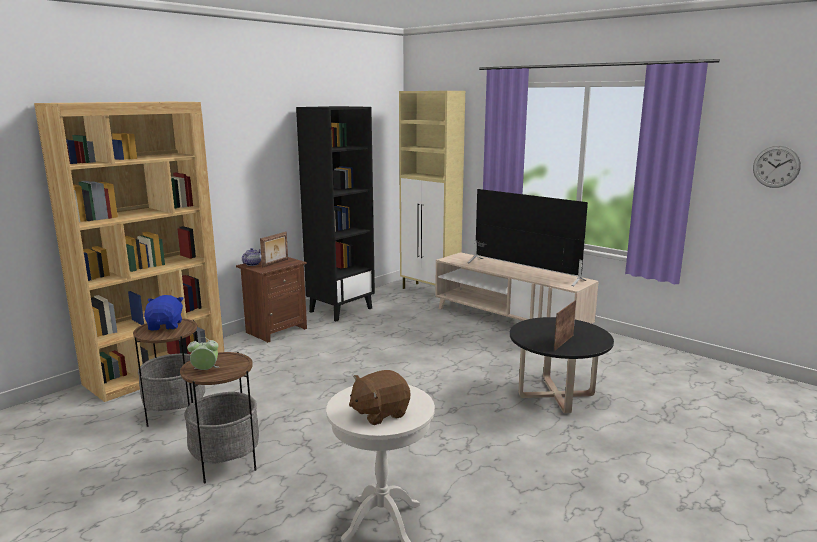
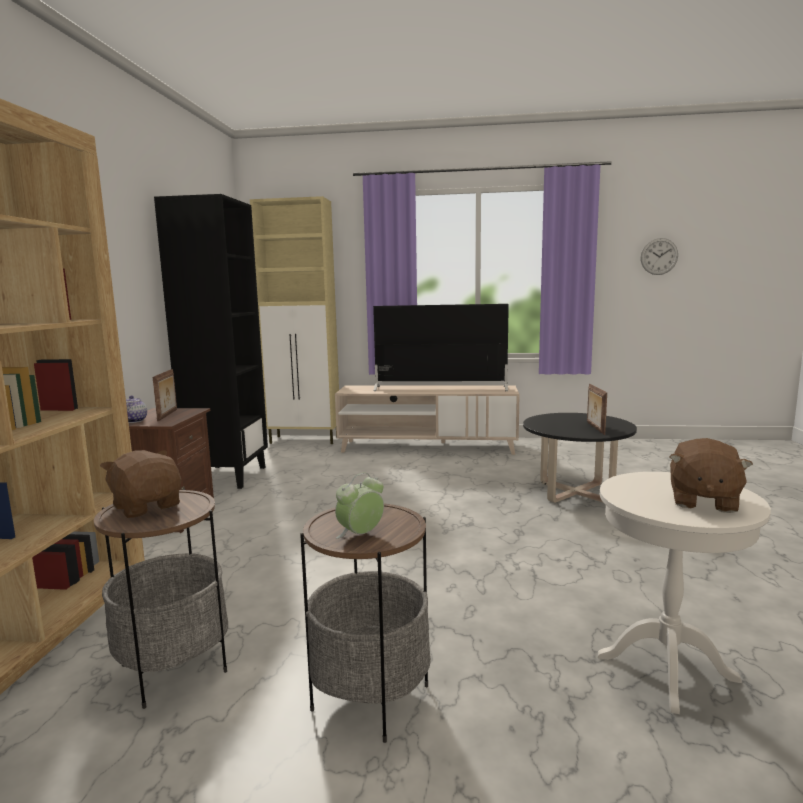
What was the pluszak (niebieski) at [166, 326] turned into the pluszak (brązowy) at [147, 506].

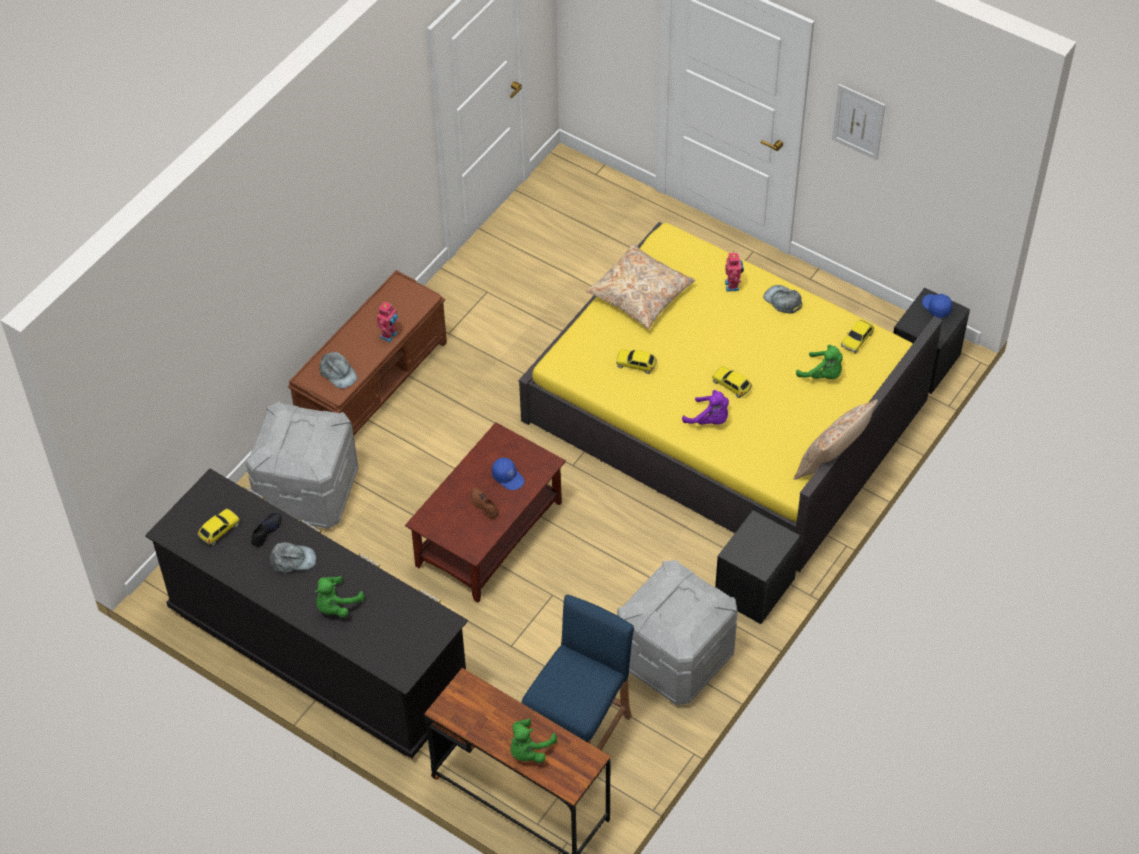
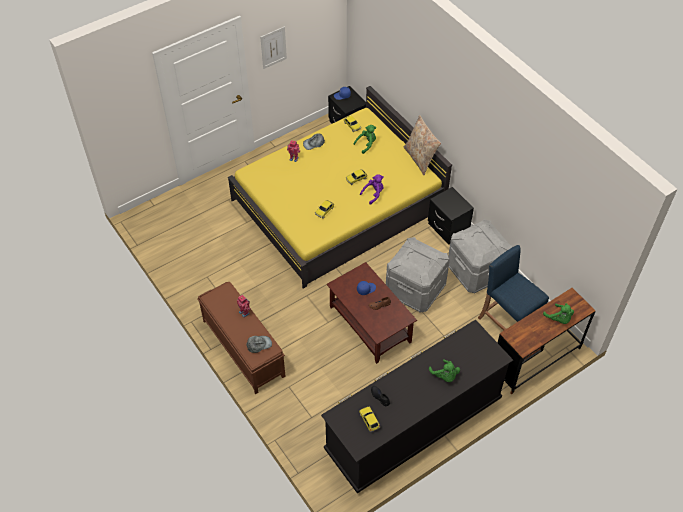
The pojemnik do przechowywania (szary) ended up elsewhere, having gone from [307, 492] to [414, 290].
The second view lost the czapka z daszkiem (szary) at [292, 560].
The second view lost the poduszka (beżowy) at [640, 294].

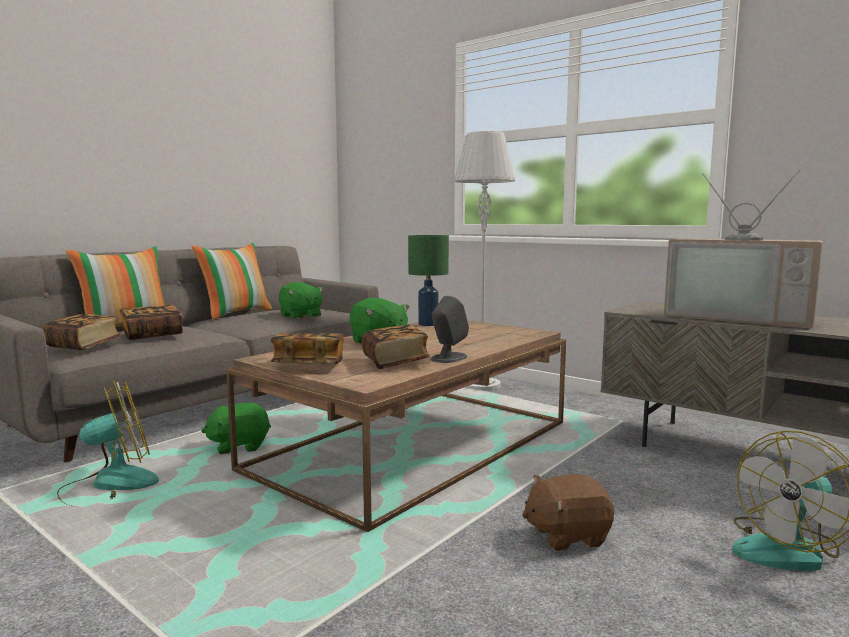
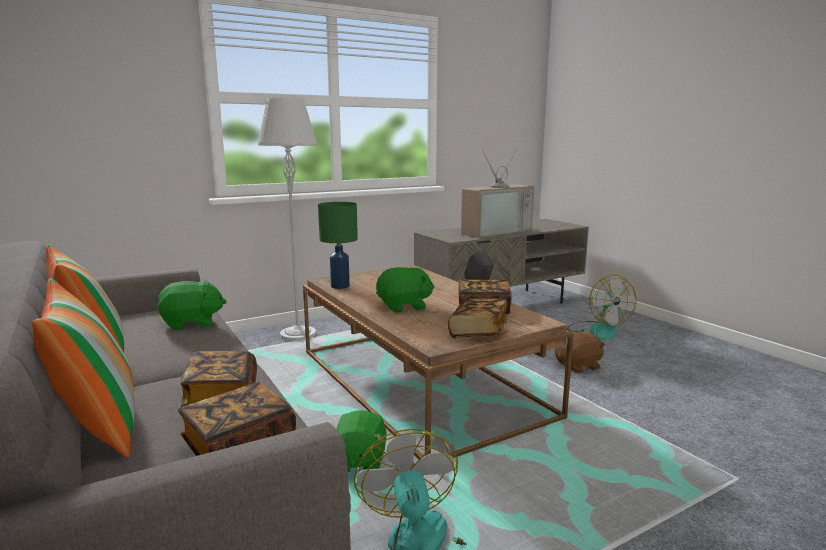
The pluszak (brązowy) at [566, 535] ended up facing another way, 120 degrees counterclockwise from before.

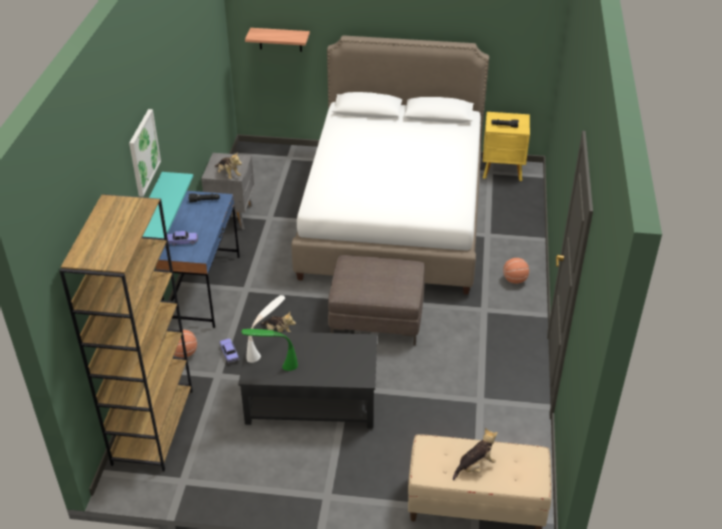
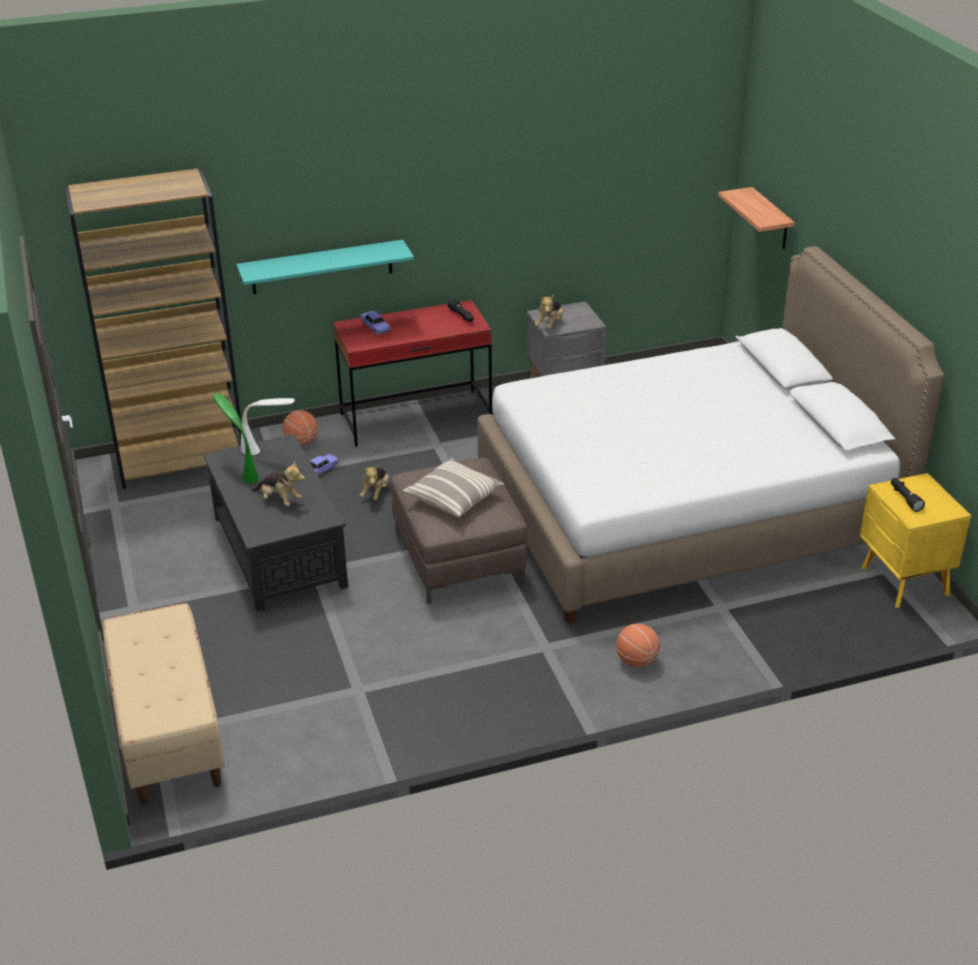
The pluszak ended up elsewhere, having gone from [475, 466] to [279, 500].
What was the biurko (niebieski) at [204, 289] turned into the biurko (czerwony) at [416, 418].
The second view gained the poduszka at [454, 498].
The second view lost the obraz at [143, 152].

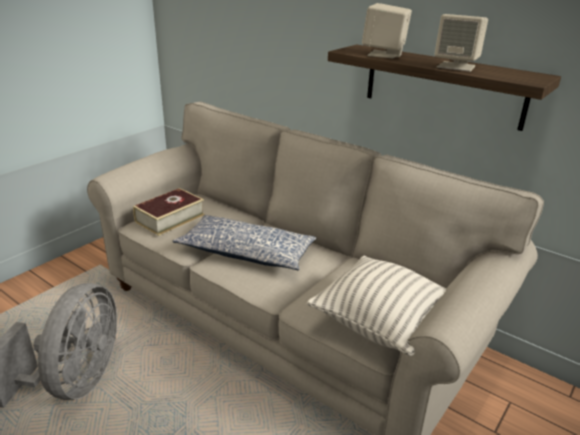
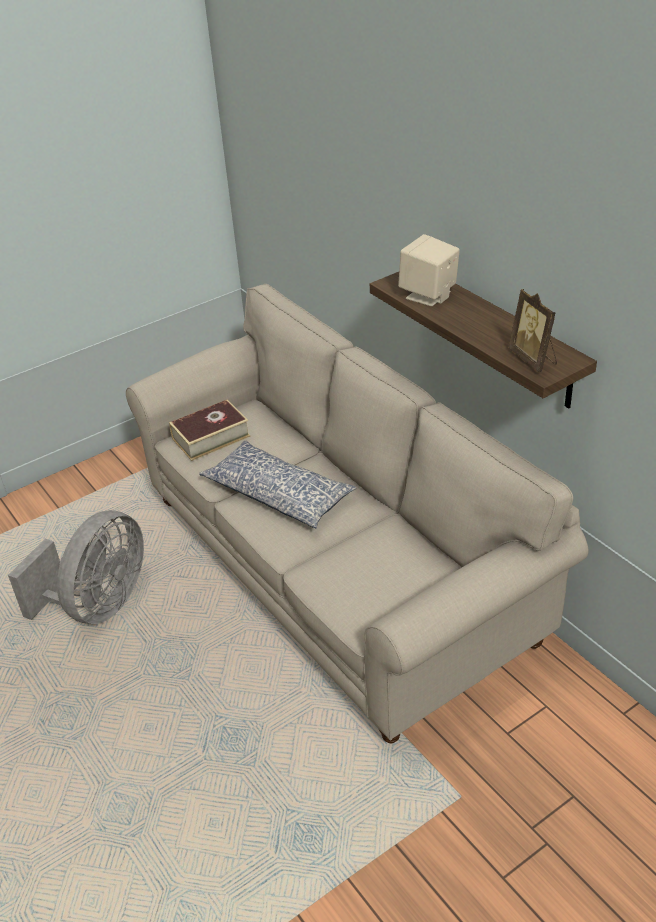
The second view gained the ramka na zdjęcie at [534, 359].
The second view lost the poduszka at [380, 324].
The second view lost the głośnik (beżowy) at [456, 66].

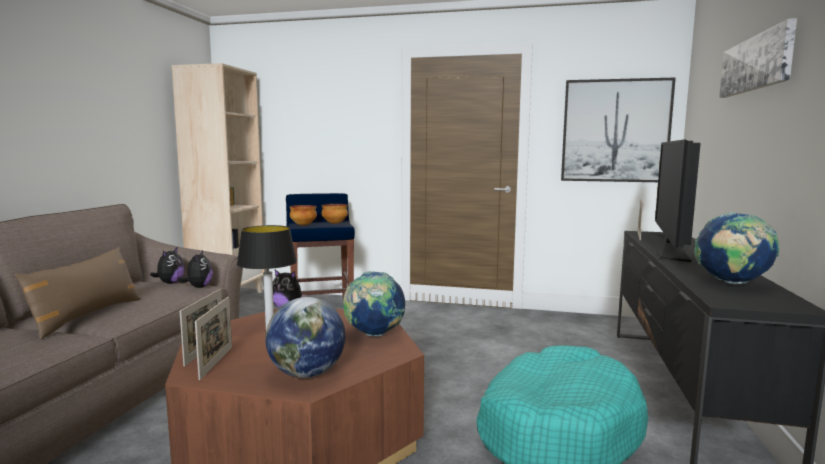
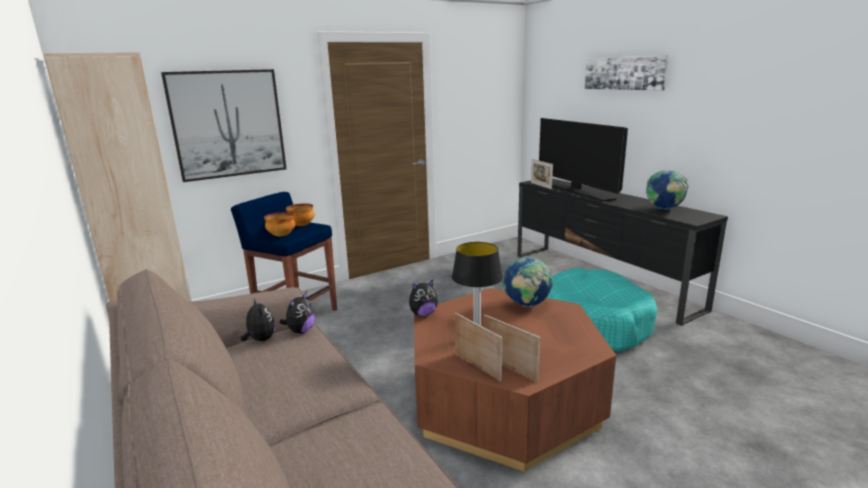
The obraz ended up elsewhere, having gone from [615, 131] to [228, 124].
The pluszak at [198, 287] ended up facing another way, 75 degrees clockwise from before.
The second view lost the poduszka (brązowy) at [87, 316].
The second view lost the globus at [306, 374].

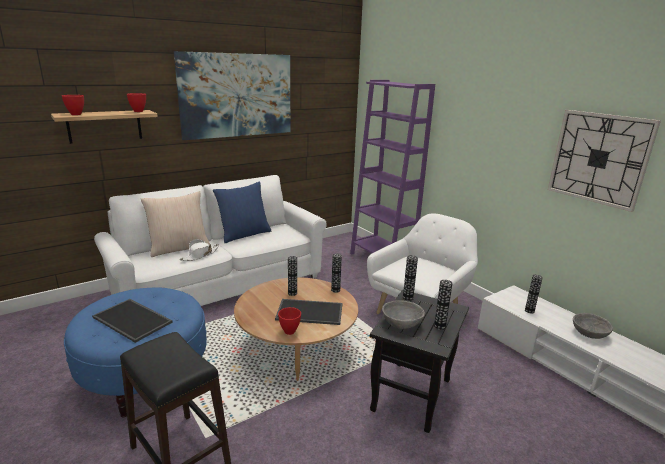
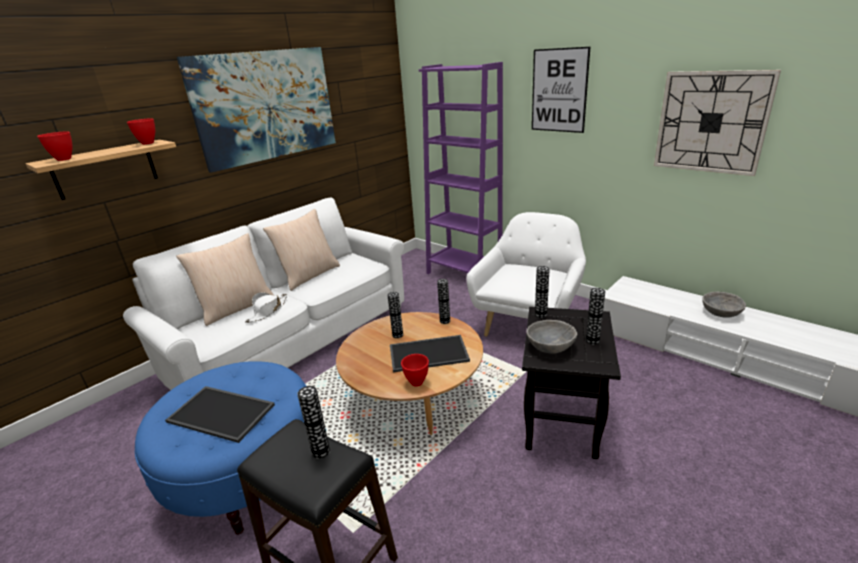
What was the poduszka (niebieski) at [244, 234] turned into the poduszka (beżowy) at [309, 275].
The wazon ended up elsewhere, having gone from [529, 311] to [321, 451].
The second view gained the obraz at [559, 91].

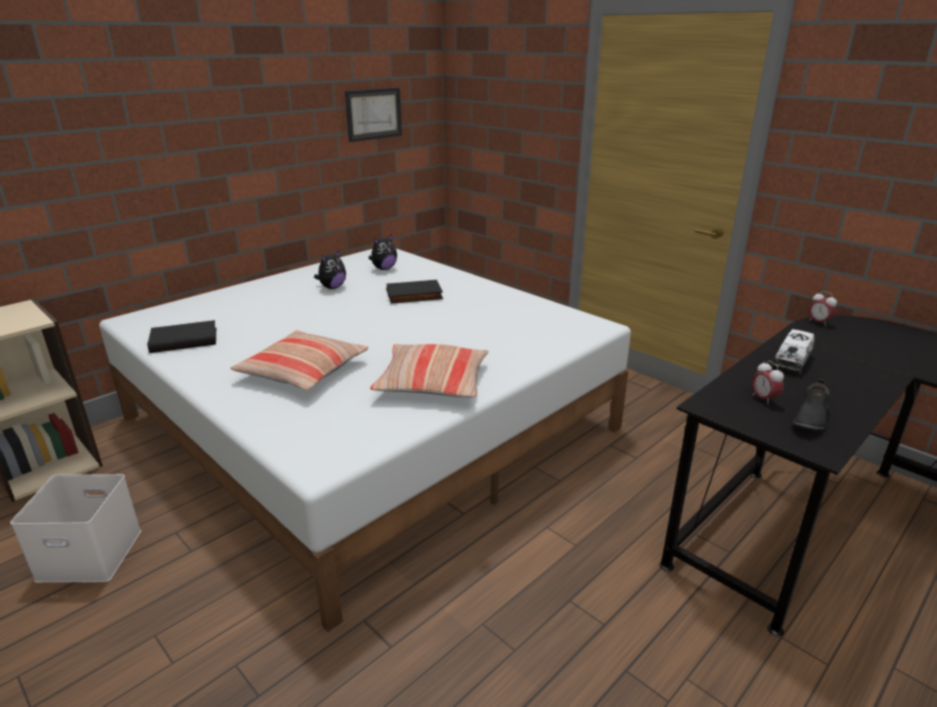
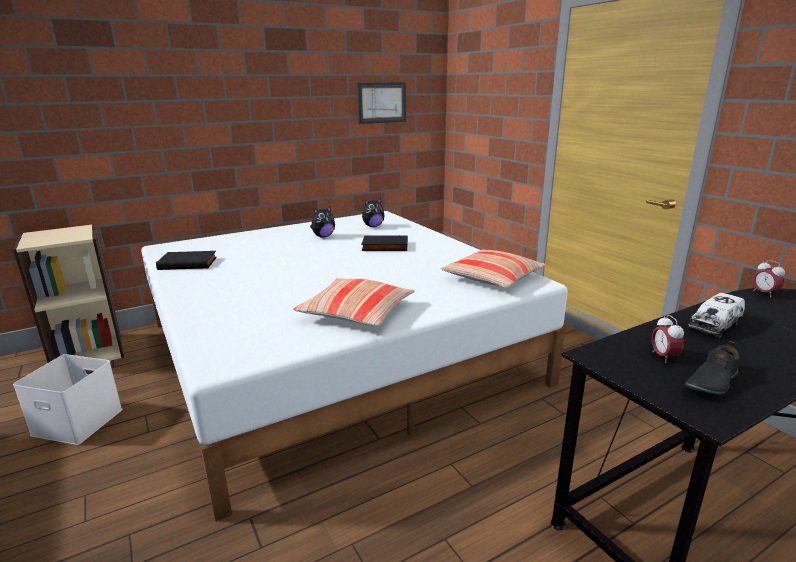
The poduszka ended up elsewhere, having gone from [303, 371] to [492, 278].

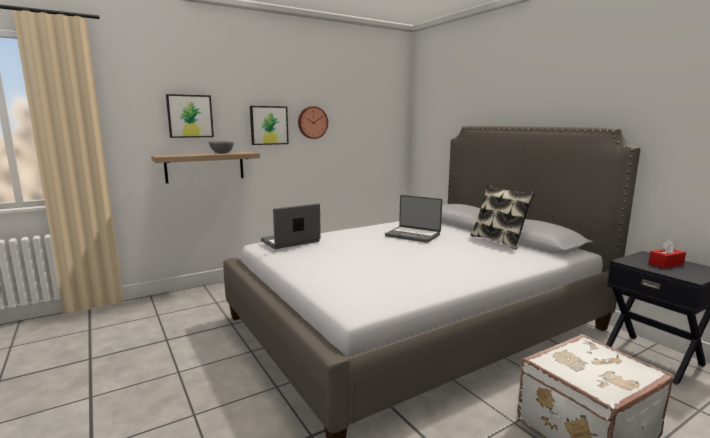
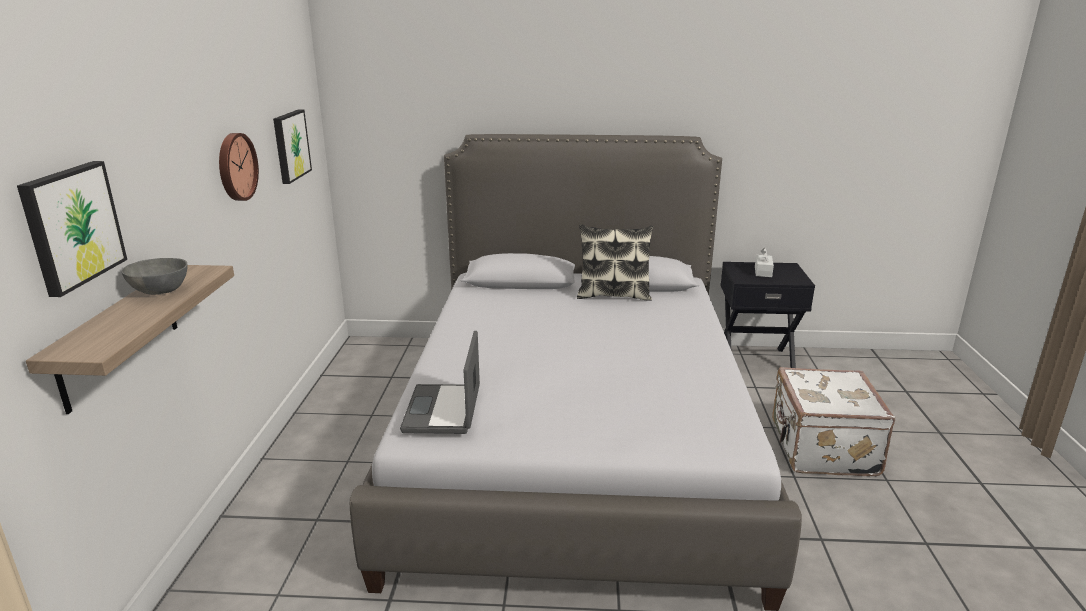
The obraz ended up elsewhere, having gone from [268, 125] to [290, 145].
What was the pudełko chusteczek (czerwony) at [665, 264] turned into the pudełko chusteczek (biały) at [763, 271].
The second view lost the laptop at [413, 235].

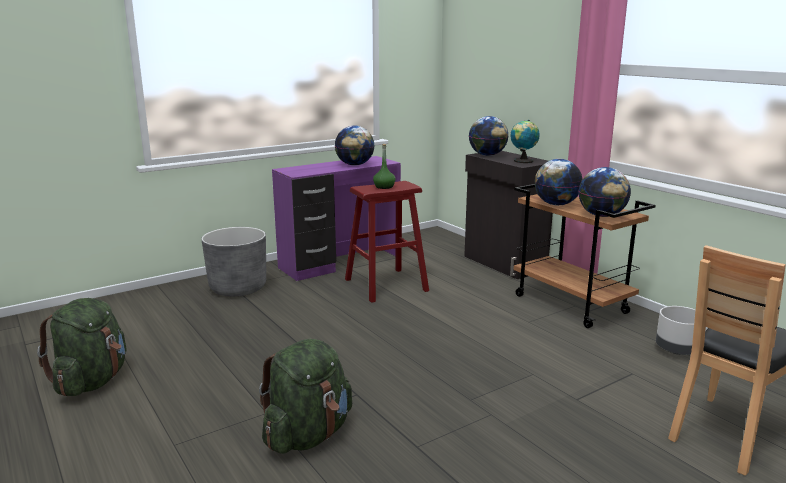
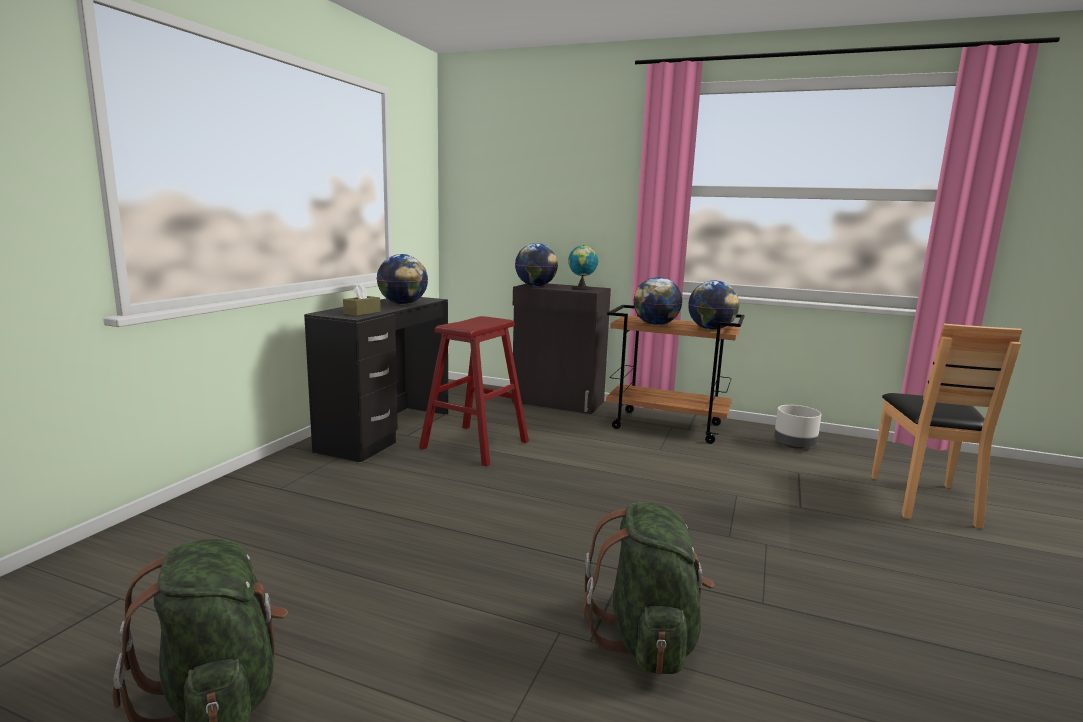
What was the biurko (fioletowy) at [341, 263] turned into the biurko (czarny) at [388, 432].
The second view gained the pudełko chusteczek (brązowy) at [362, 312].
The second view lost the donica (szary) at [238, 288].
The second view lost the butelka (zielony) at [384, 187].

